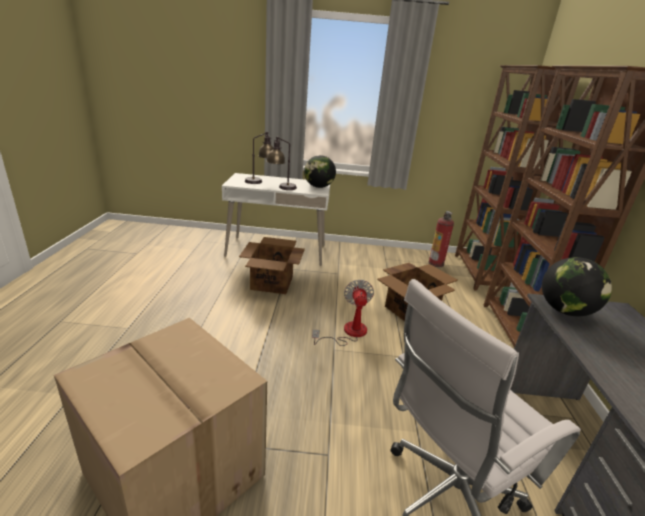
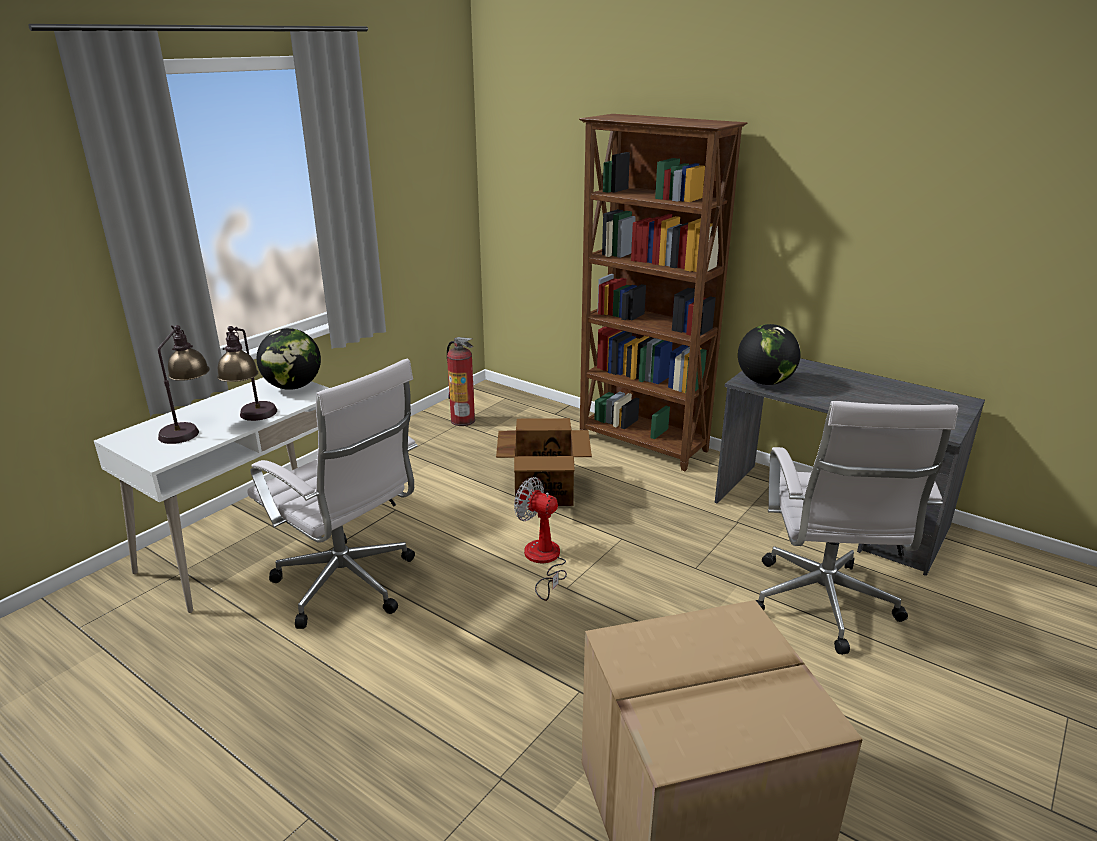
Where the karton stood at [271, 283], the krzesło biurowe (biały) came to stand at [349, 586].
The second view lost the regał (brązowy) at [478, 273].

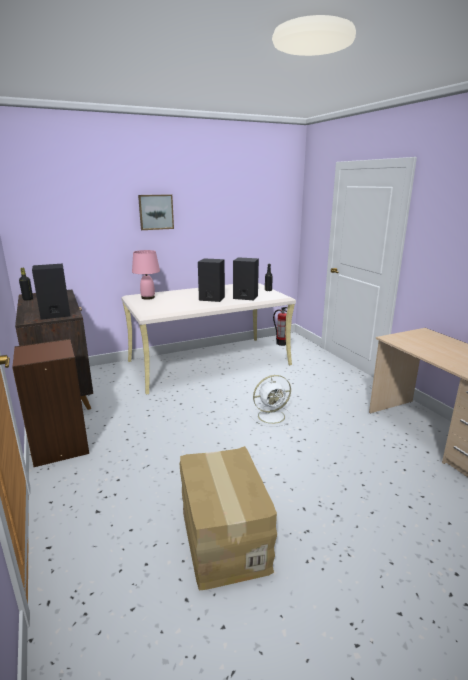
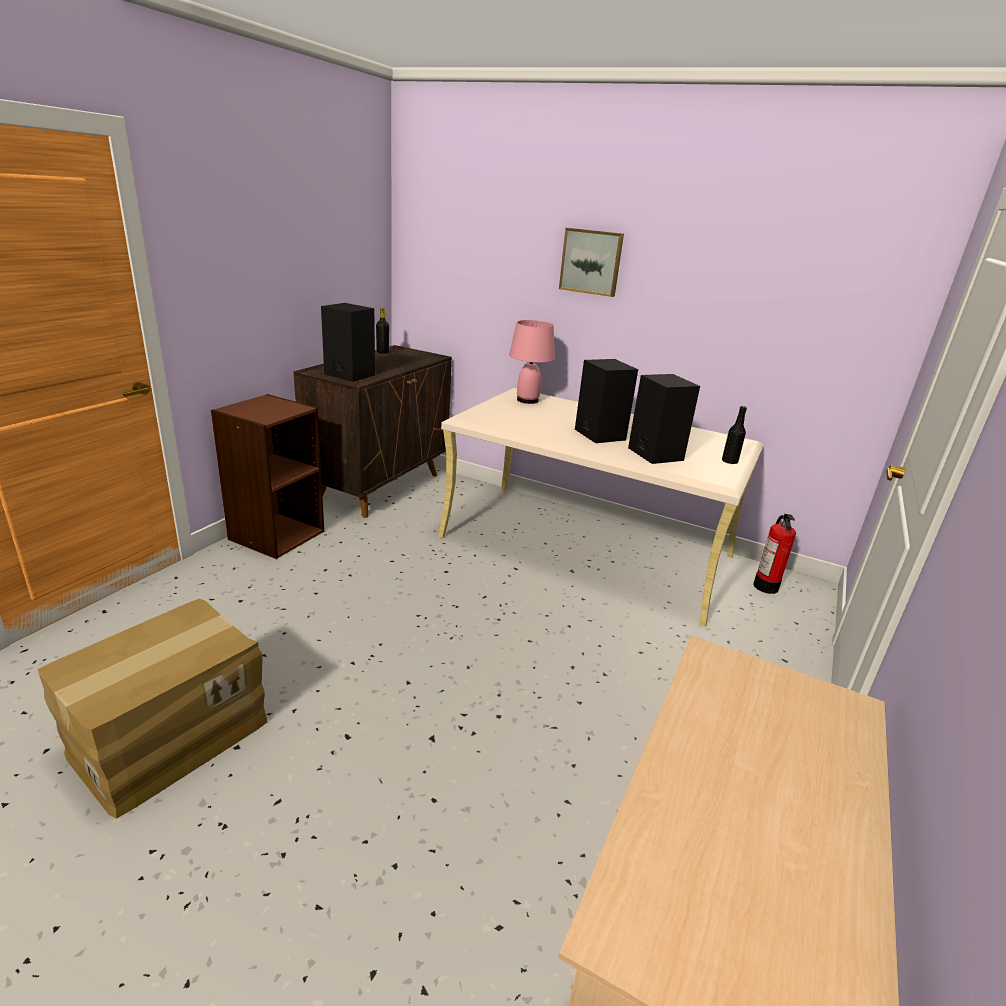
The second view lost the wentylator (biały) at [272, 416].

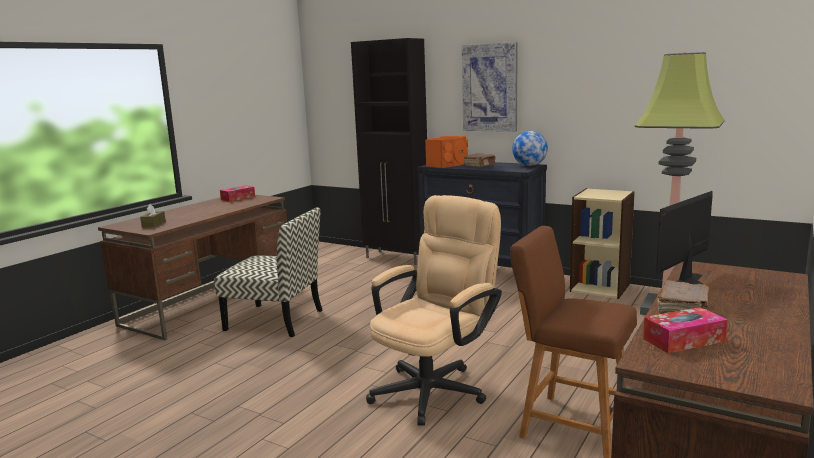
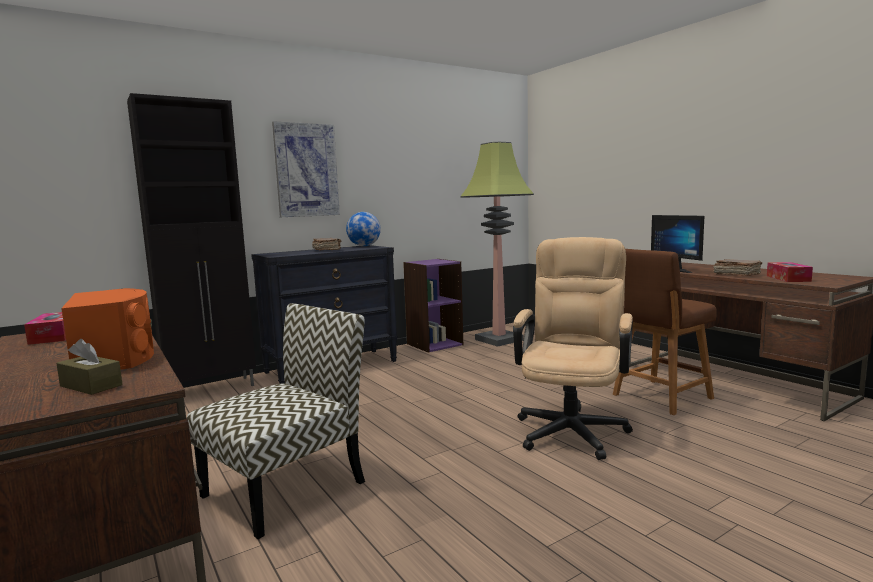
The głośnik (pomarańczowy) ended up elsewhere, having gone from [449, 164] to [116, 357].
What was the regał (beżowy) at [600, 287] turned into the regał (fioletowy) at [434, 344].
The krzesło biurowe (beżowy) at [436, 388] ended up facing another way, 45 degrees clockwise from before.

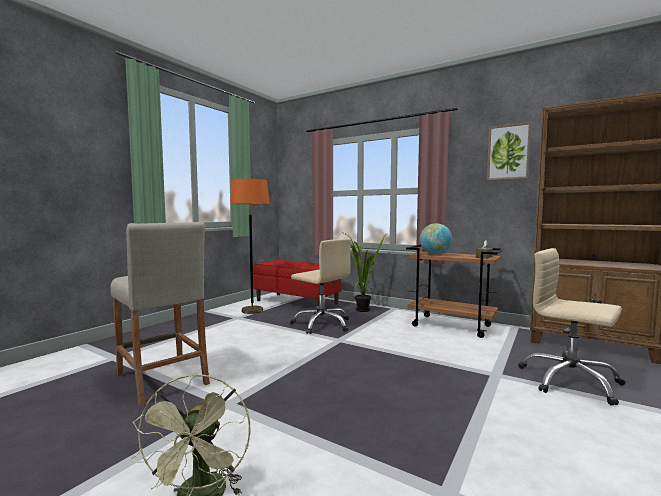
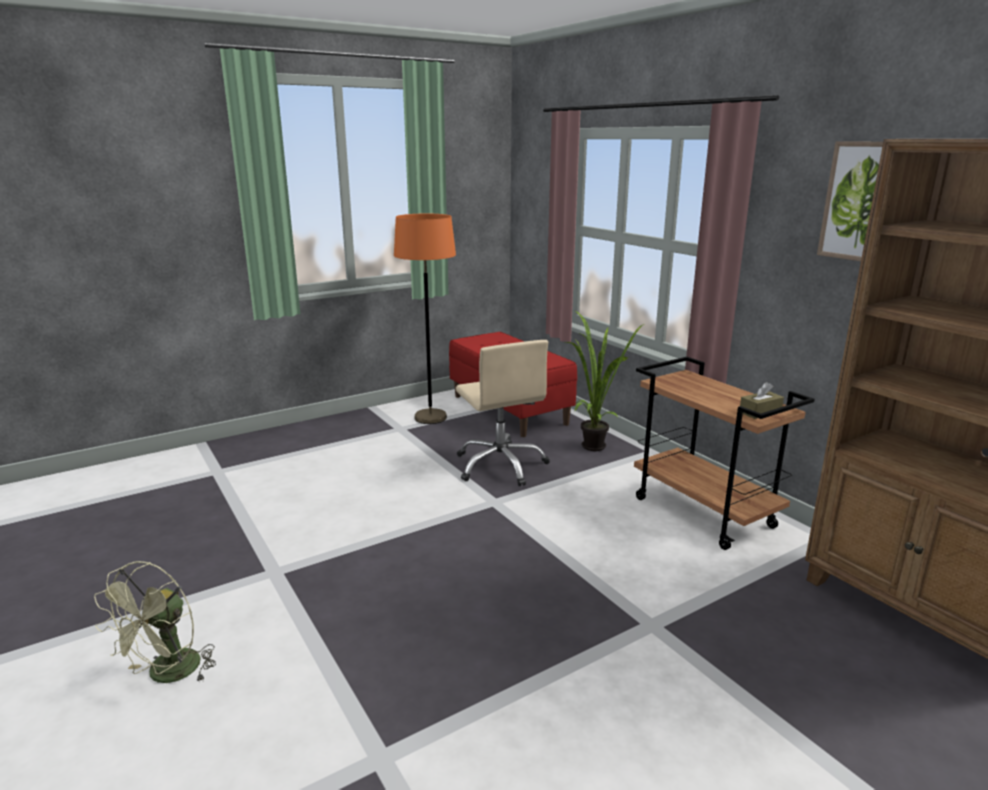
The second view lost the stołek (beżowy) at [162, 379].
The second view lost the globus at [435, 254].
The second view lost the krzesło biurowe (beżowy) at [569, 381].

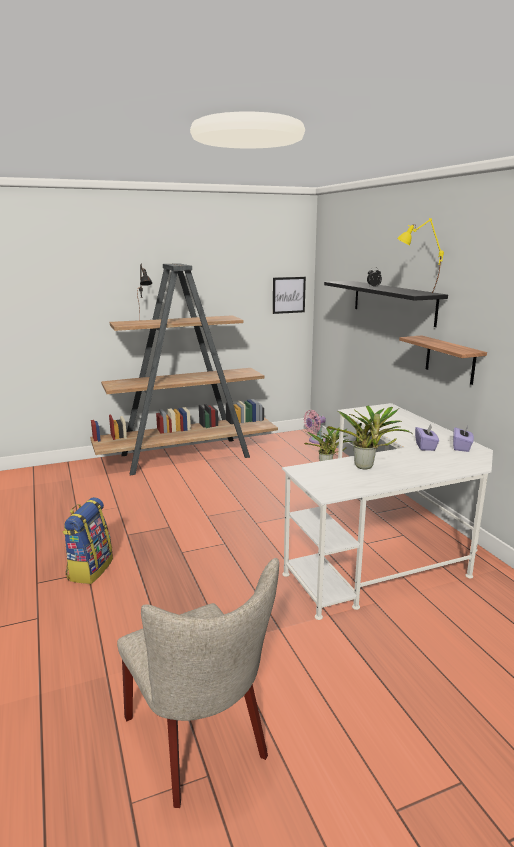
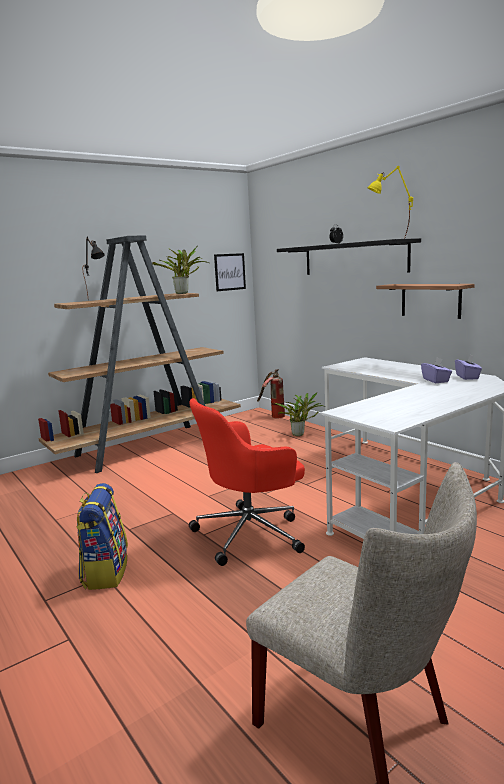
The roślina doniczkowa ended up elsewhere, having gone from [366, 467] to [183, 293].
The second view gained the krzesło biurowe (czerwony) at [251, 533].
Where the wentylator (różowy) stood at [315, 440], the gaśnica came to stand at [273, 416].

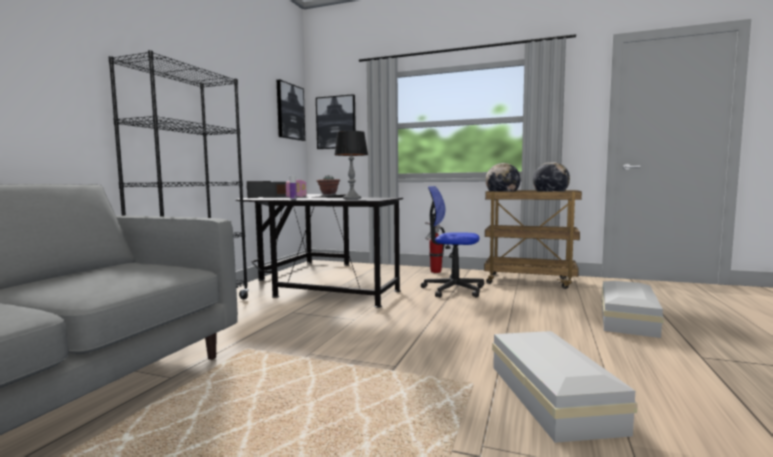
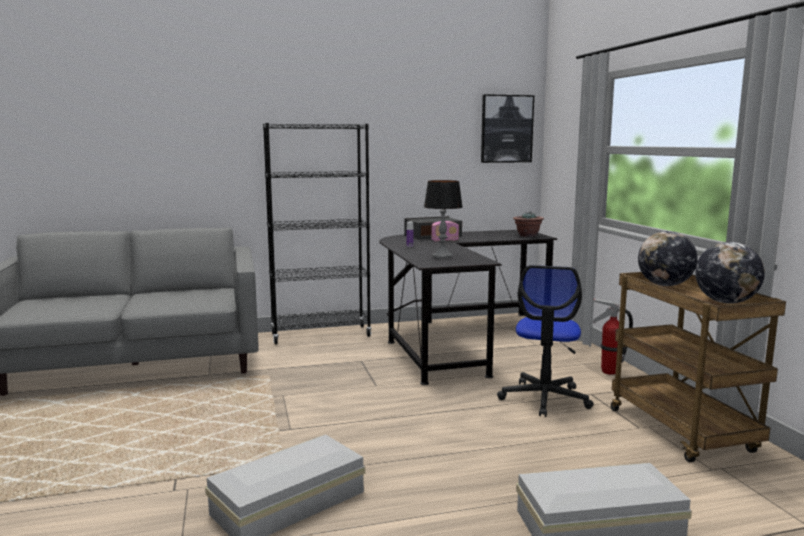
The krzesło biurowe at [453, 290] ended up facing another way, 150 degrees counterclockwise from before.
The second view lost the obraz at [336, 122].

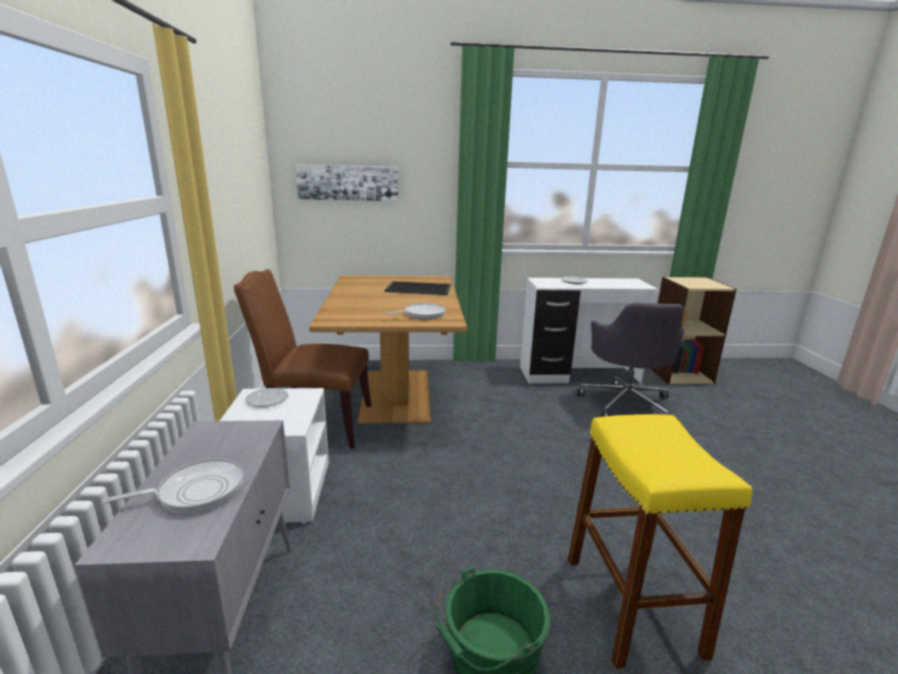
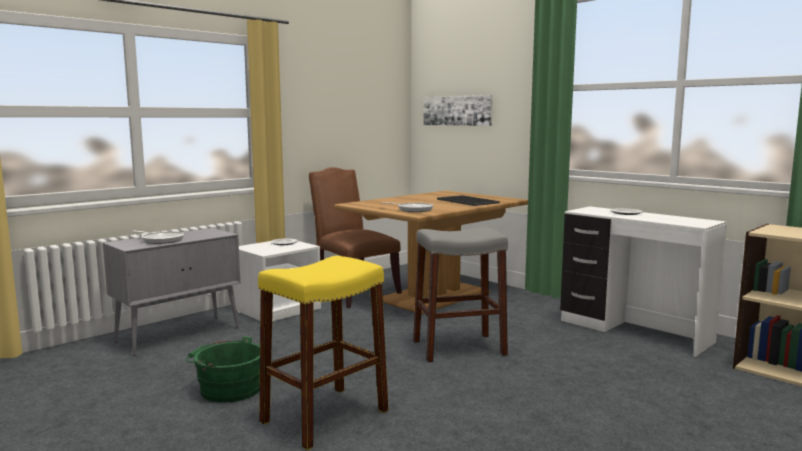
The second view gained the stołek (szary) at [458, 348].
The second view lost the krzesło biurowe (szary) at [626, 403].

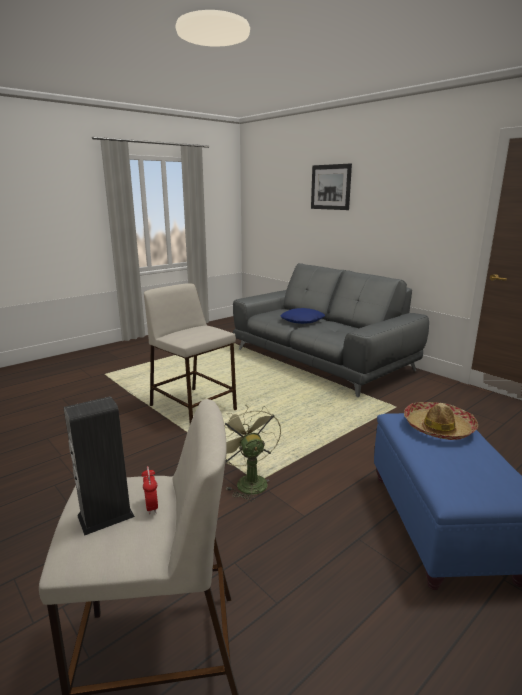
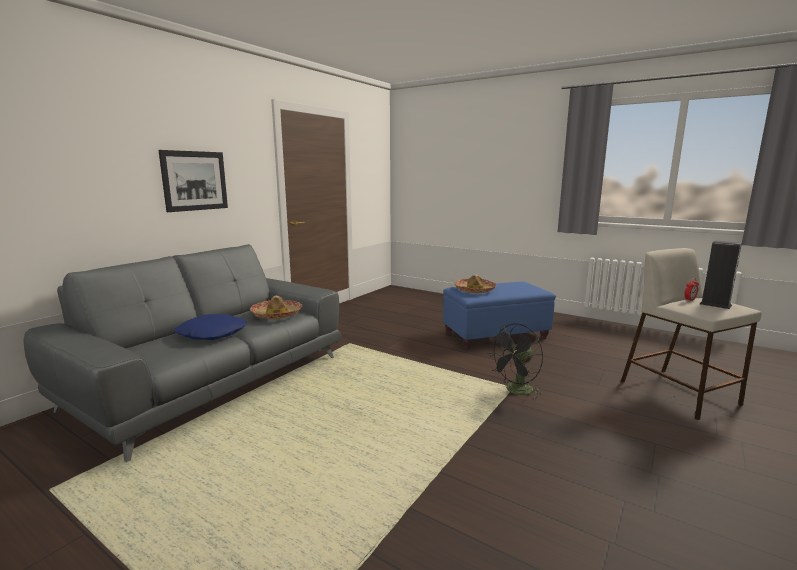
The obraz ended up elsewhere, having gone from [330, 187] to [195, 181].
The second view gained the kapelusz at [277, 315].
What was the wentylator (zielony) at [248, 481] turned into the wentylator (czarny) at [516, 392].
The second view lost the stołek (beżowy) at [194, 408].

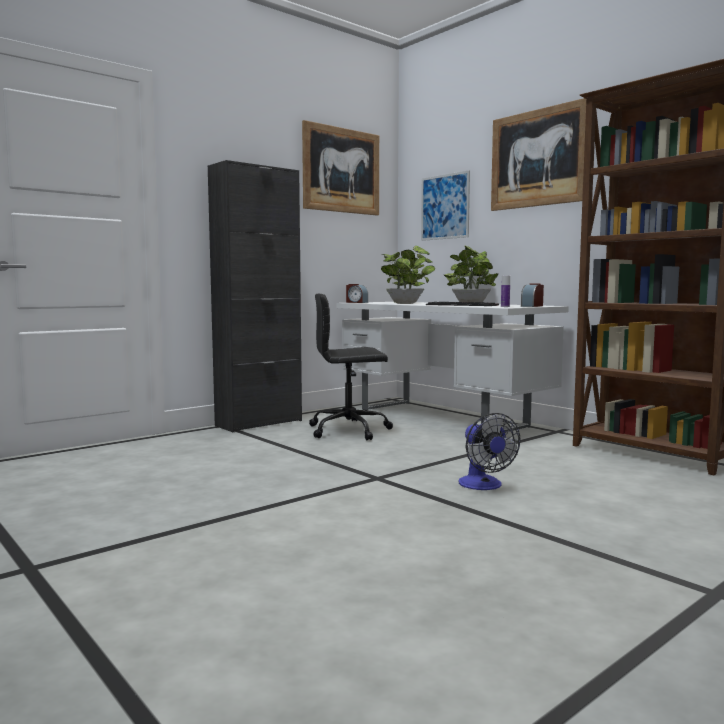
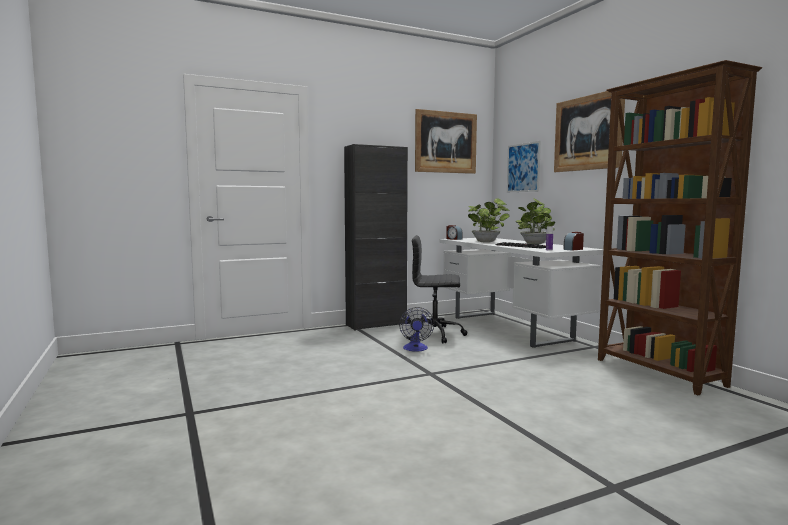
The wentylator ended up elsewhere, having gone from [484, 486] to [415, 349].

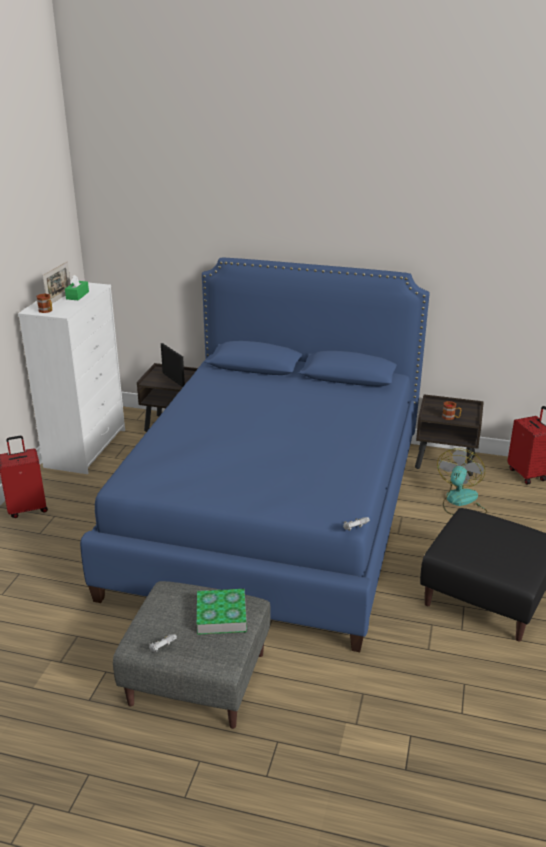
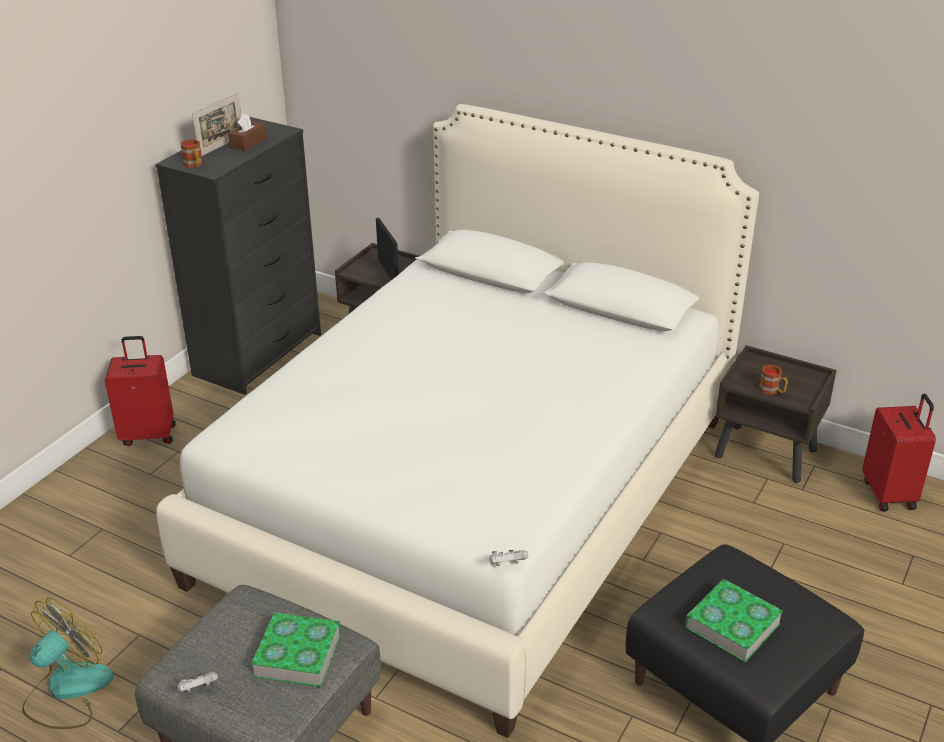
The wentylator ended up elsewhere, having gone from [460, 502] to [67, 690].
What was the komoda (biały) at [86, 447] turned into the komoda (czarny) at [259, 354].
What was the łóżko (niebieski) at [273, 513] turned into the łóżko (biały) at [473, 496].
What was the pudełko chusteczek (zielony) at [77, 295] turned into the pudełko chusteczek (brązowy) at [248, 143].
The second view gained the książka at [732, 625].

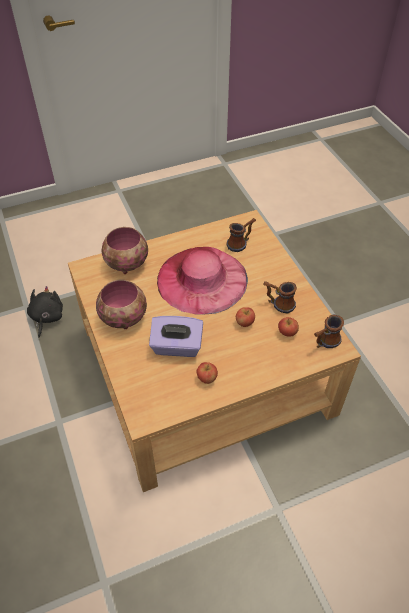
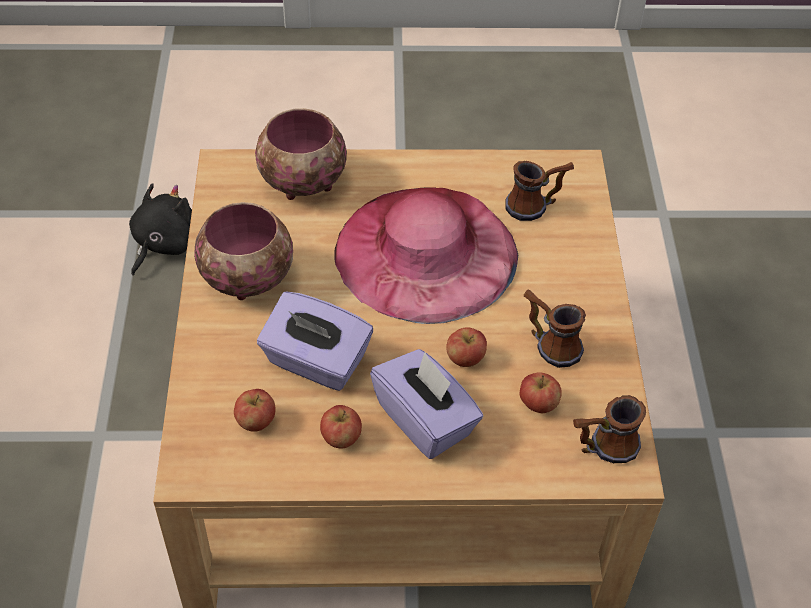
The second view gained the jabłko at [256, 422].
The second view gained the pudełko chusteczek (fioletowy) at [425, 420].

